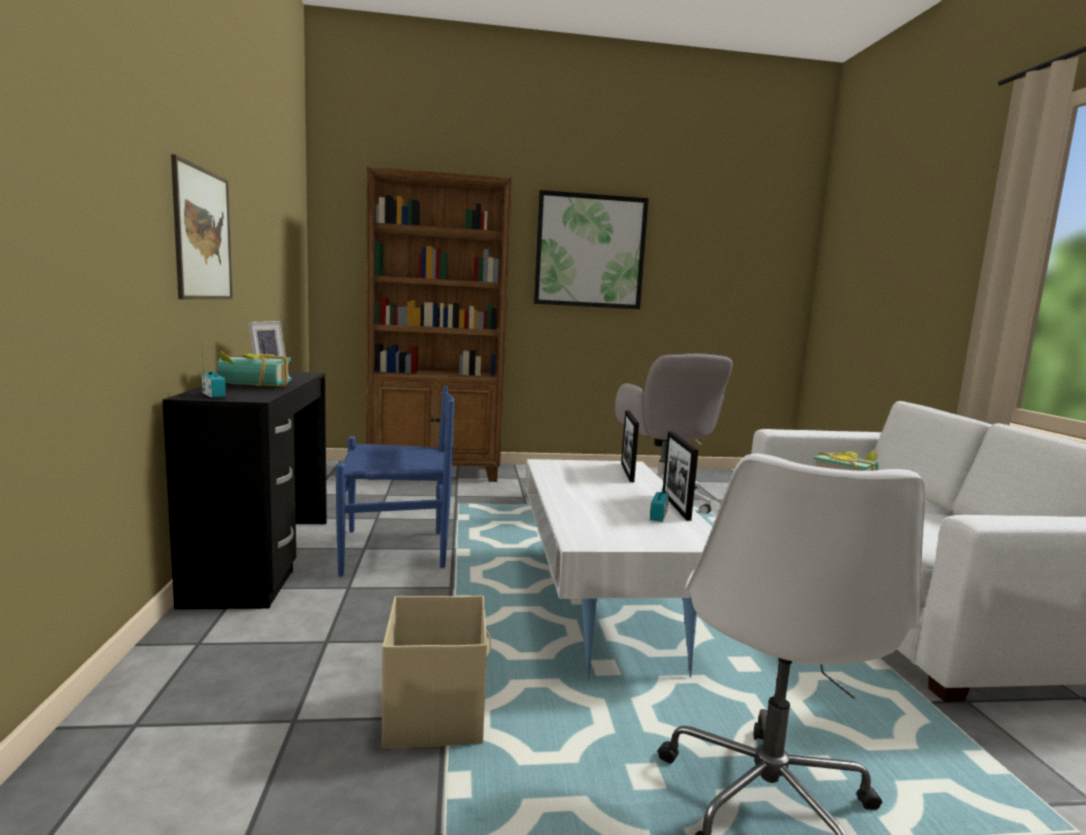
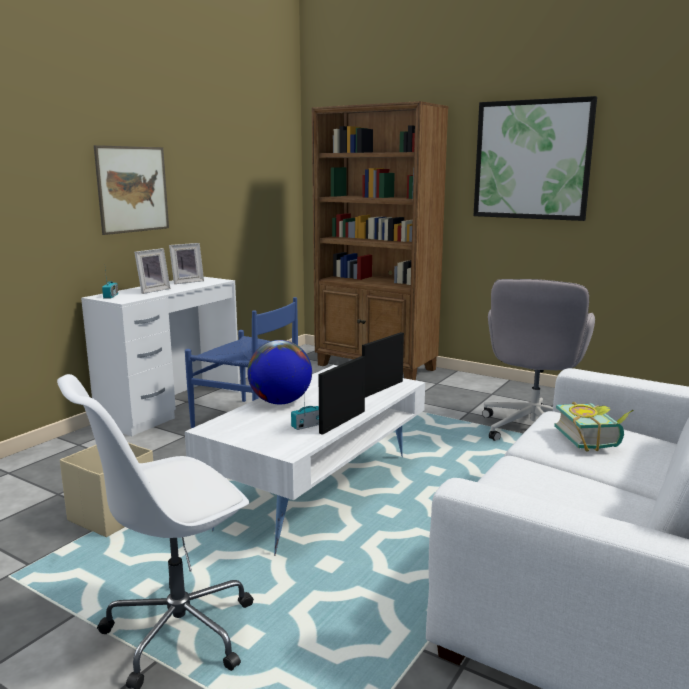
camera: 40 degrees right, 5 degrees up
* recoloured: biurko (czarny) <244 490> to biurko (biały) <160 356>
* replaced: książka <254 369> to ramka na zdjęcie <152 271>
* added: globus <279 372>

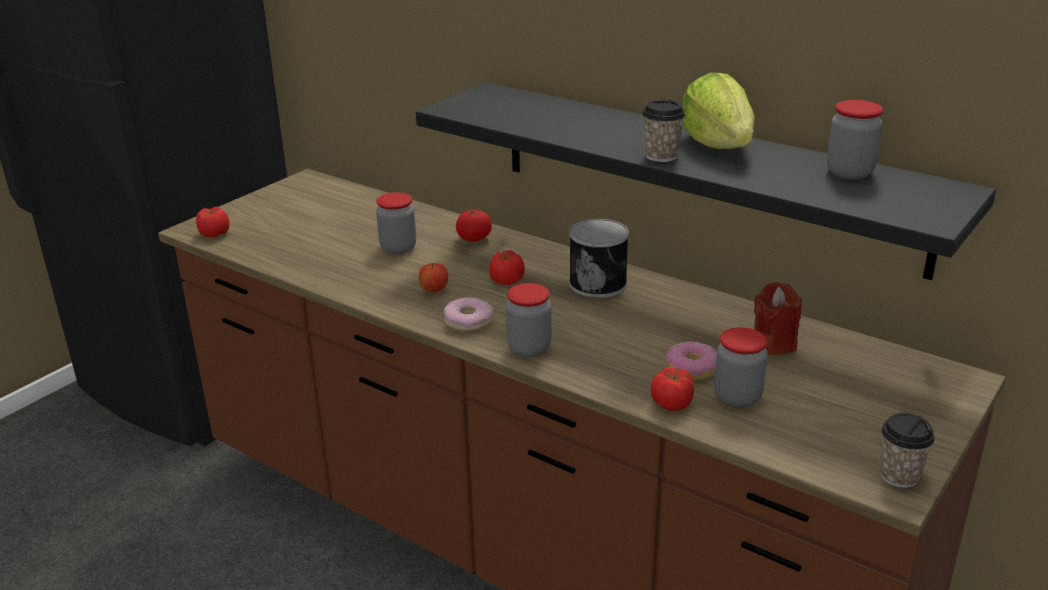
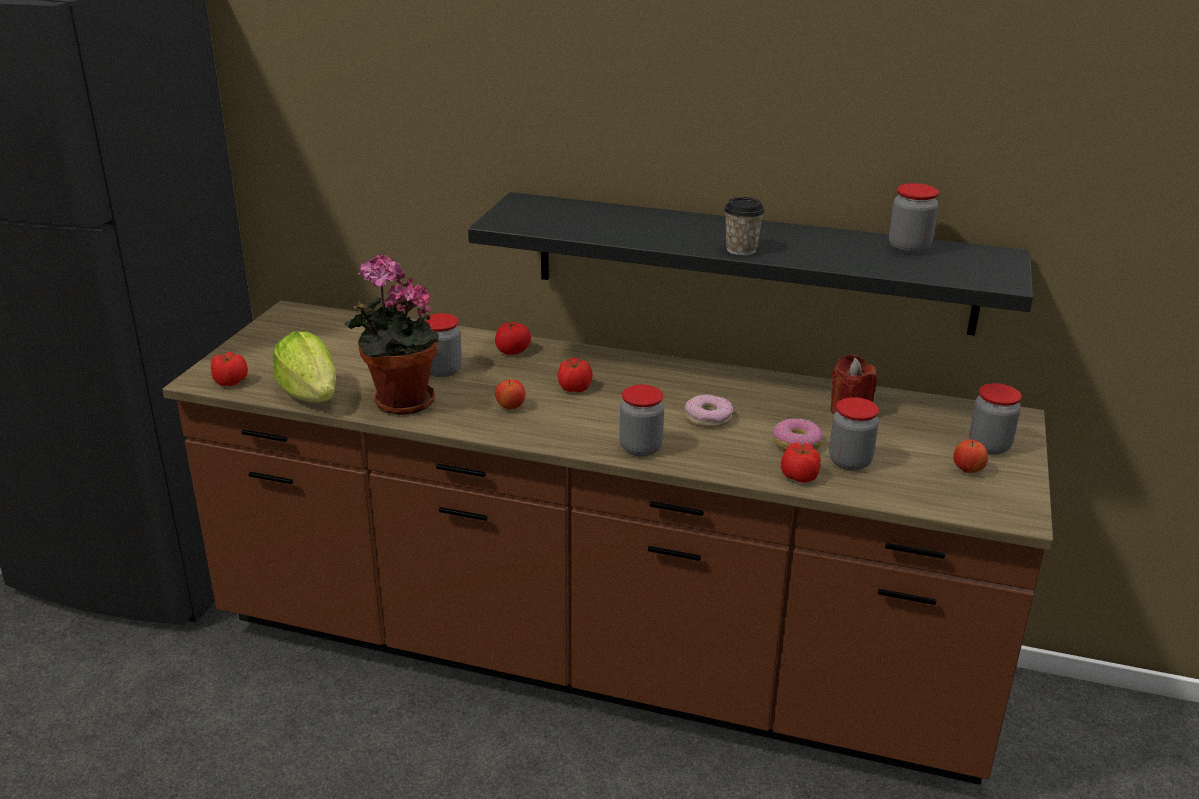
camera: 20 degrees left, 0 degrees up
* moved: donut <469 314> to <709 411>
* removed: puszka <599 258>
* moved: sałata <719 110> to <304 367>
* removed: filiżanka <907 450>
* added: roślina doniczkowa <391 334>
* added: jabłko <970 456>
* added: słoik <995 419>

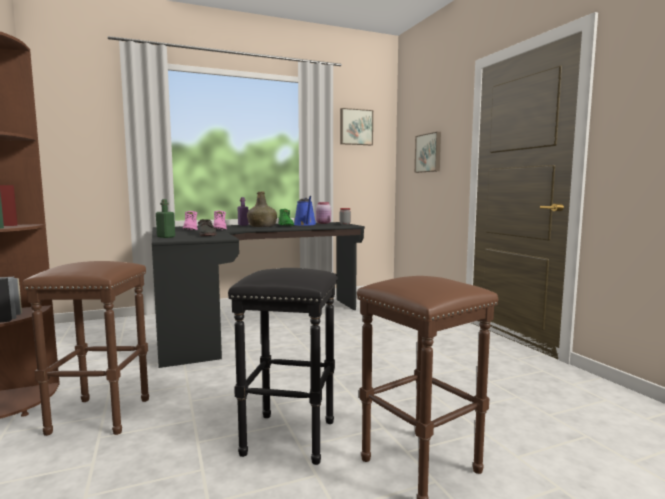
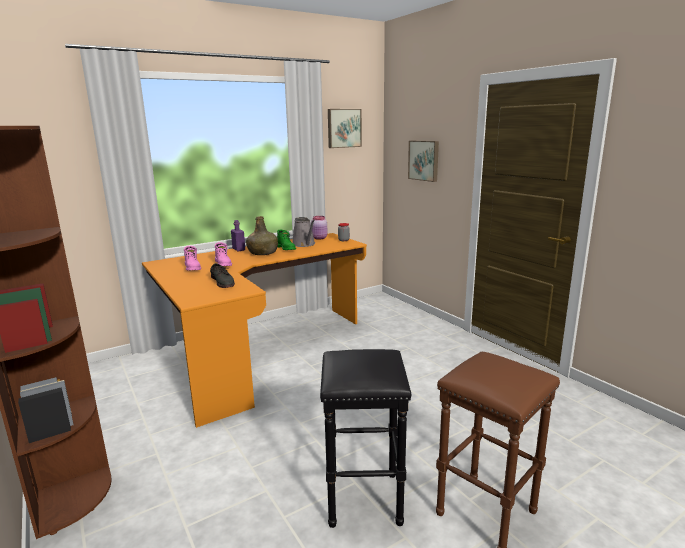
camera: 10 degrees left, 10 degrees up
* removed: stołek (brązowy) <85 348>
* recoloured: biurko (czarny) <258 295> to biurko (pomarańczowy) <254 330>
* removed: butelka (zielony) <165 218>
* recoloured: konewka (niebieski) <305 211> to konewka (szary) <303 232>

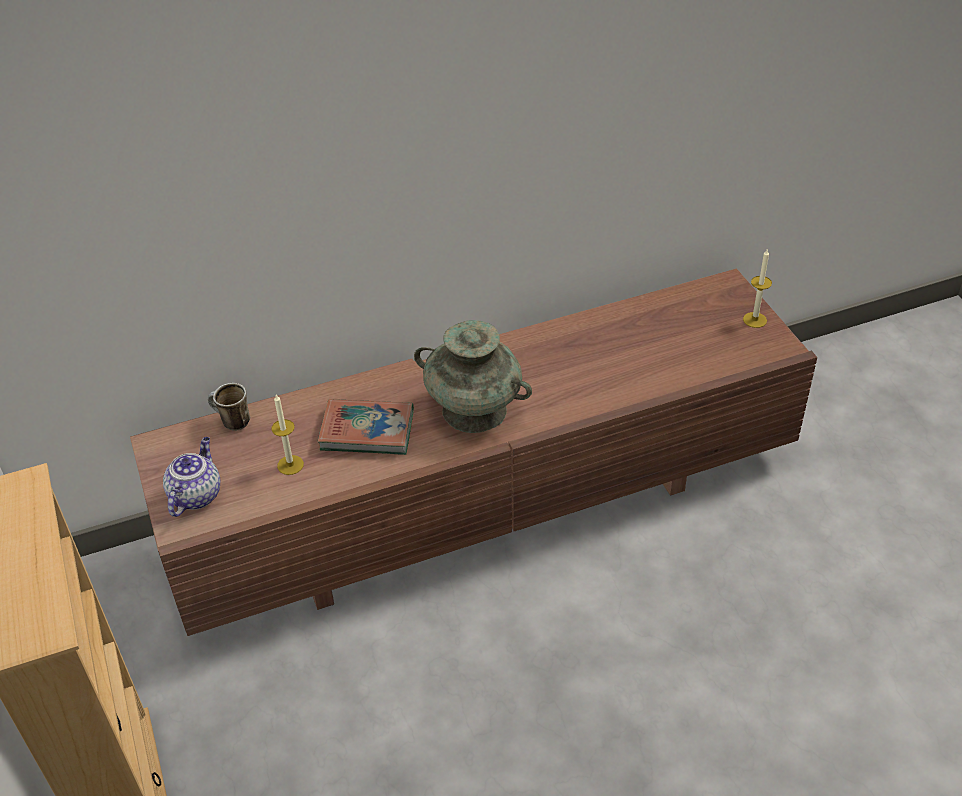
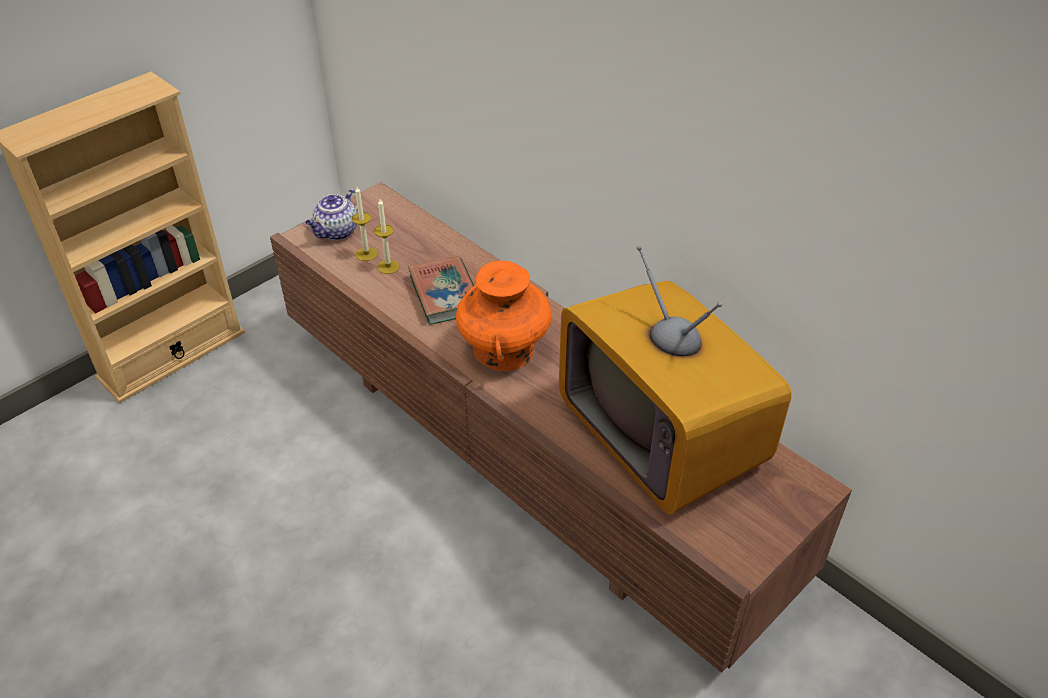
camera: 65 degrees right, 0 degrees up
* turned: imbryk <191 477> = <331 214> 135 degrees clockwise
* removed: kubek <229 407>
* recoloured: wazon (turkusowy) <473 376> to wazon (pomarańczowy) <503 316>
* moved: świeca <757 289> to <365 224>
* added: telewizor <675 379>

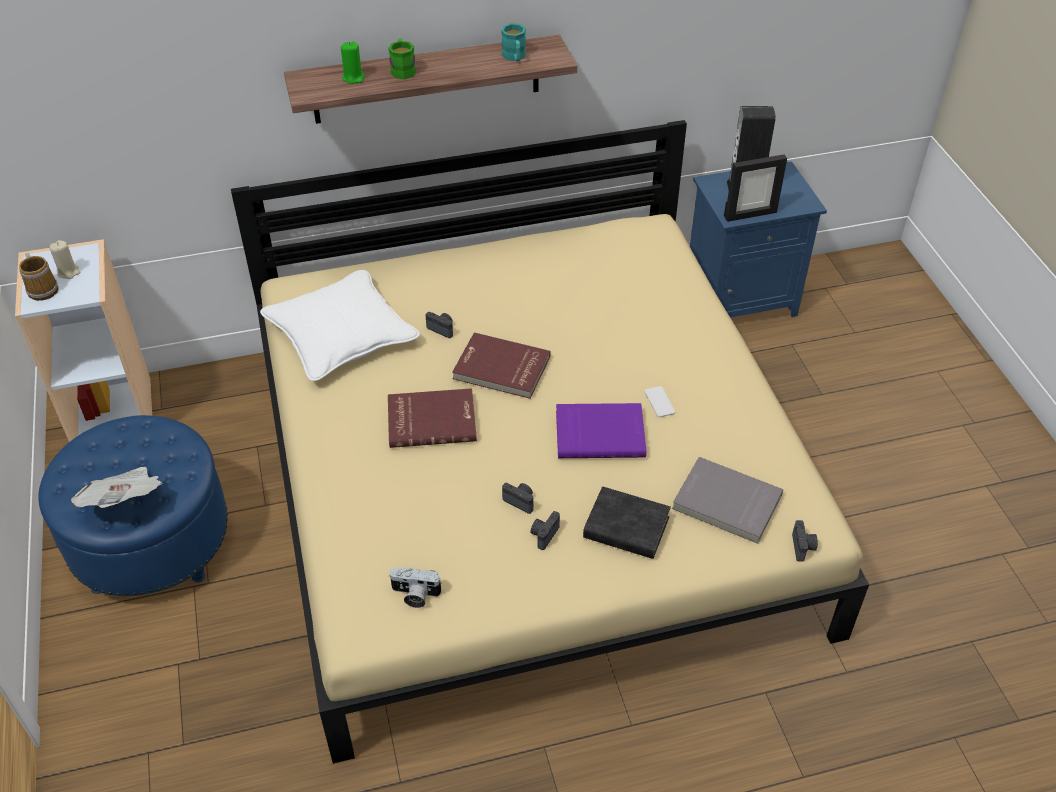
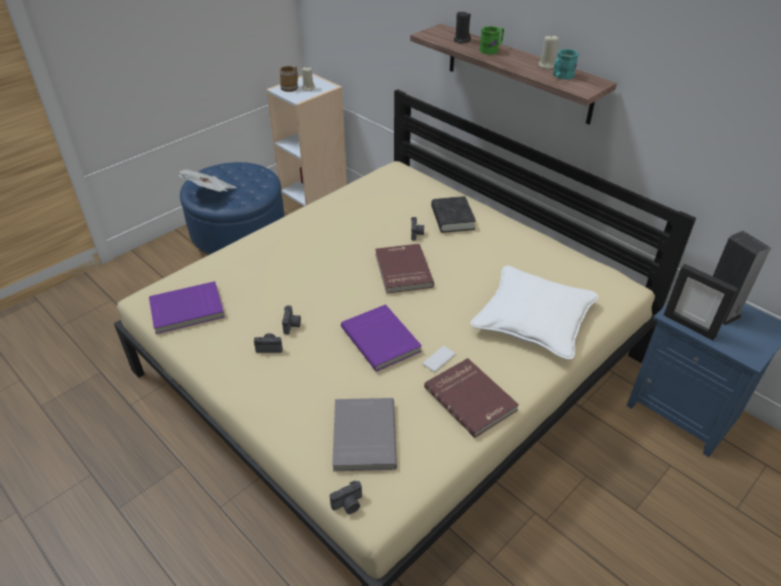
camera: 60 degrees right, 5 degrees down
* moved: poduszka (biały) <340 325> to <534 313>
* recoloured: świeca (zielony) <353 63> to świeca (czarny) <462 28>
* moved: książka (czerwony) <432 418> to <471 398>
* replaced: aparat fotograficzny <415 587> to książka (fioletowy) <187 307>
* moved: książka (czarny) <627 522> to <453 214>
* added: świeca (beżowy) <549 51>

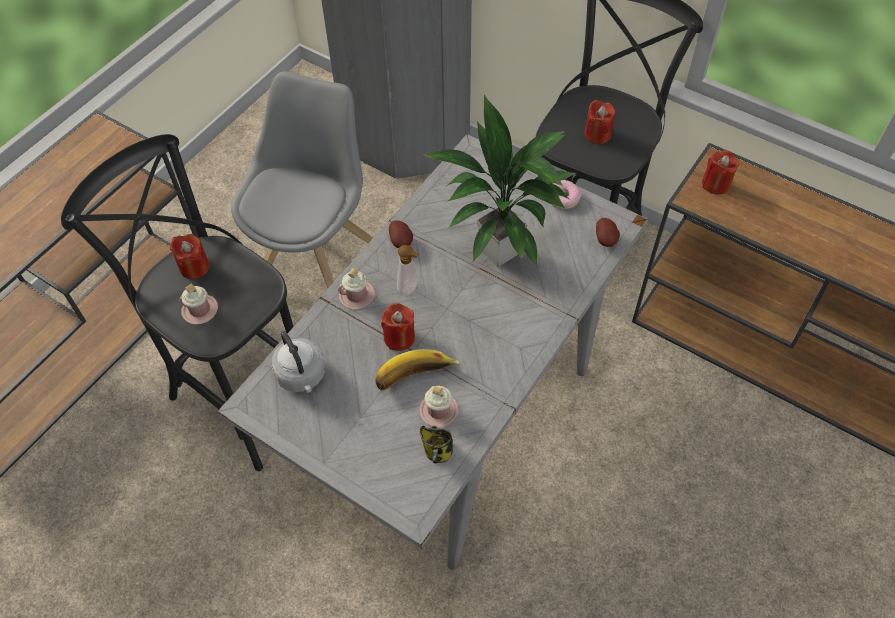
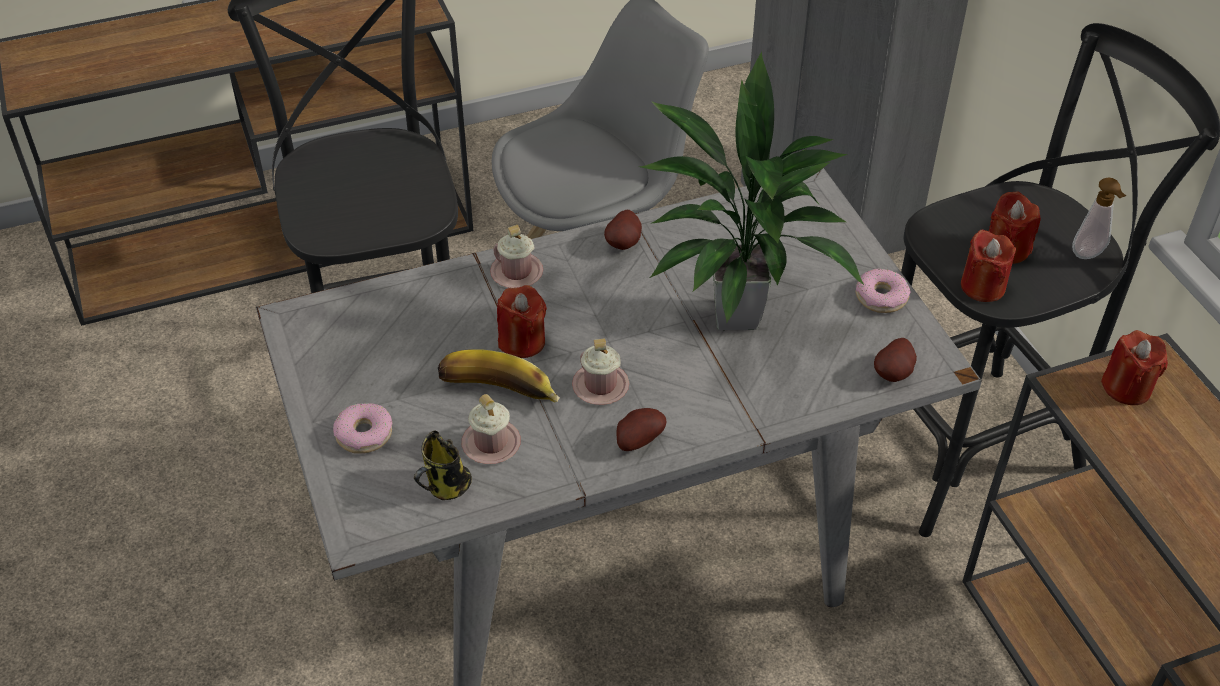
camera: 35 degrees right, 10 degrees down
* moved: świeca (czerwony) <189 256> to <988 265>
* moved: kubek (różowy) <198 304> to <600 371>
* removed: czajnik (szary) <298 362>
* moved: dozownik mydła <408 270> to <1099 218>
* added: donut <362 428>
* added: ziemniak <641 429>

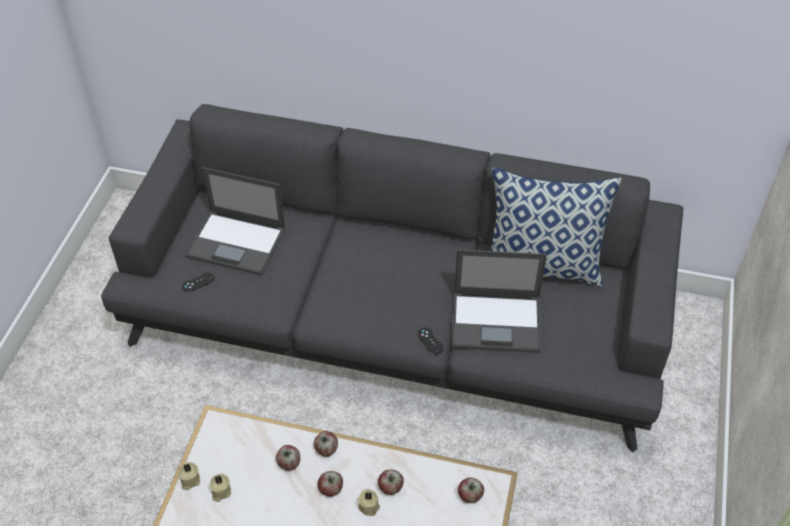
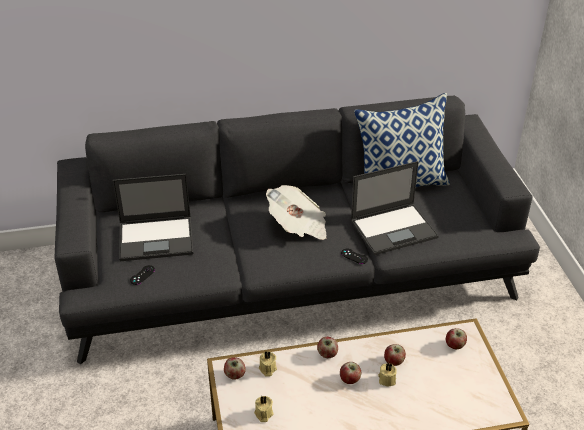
camera: 25 degrees left, 10 degrees down
* moved: świeca (beżowy) <189 476> to <268 364>
* moved: jabłko <288 458> to <235 368>
* added: gazeta <296 212>

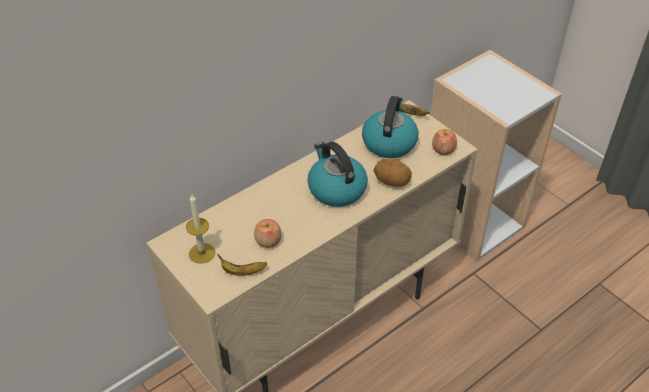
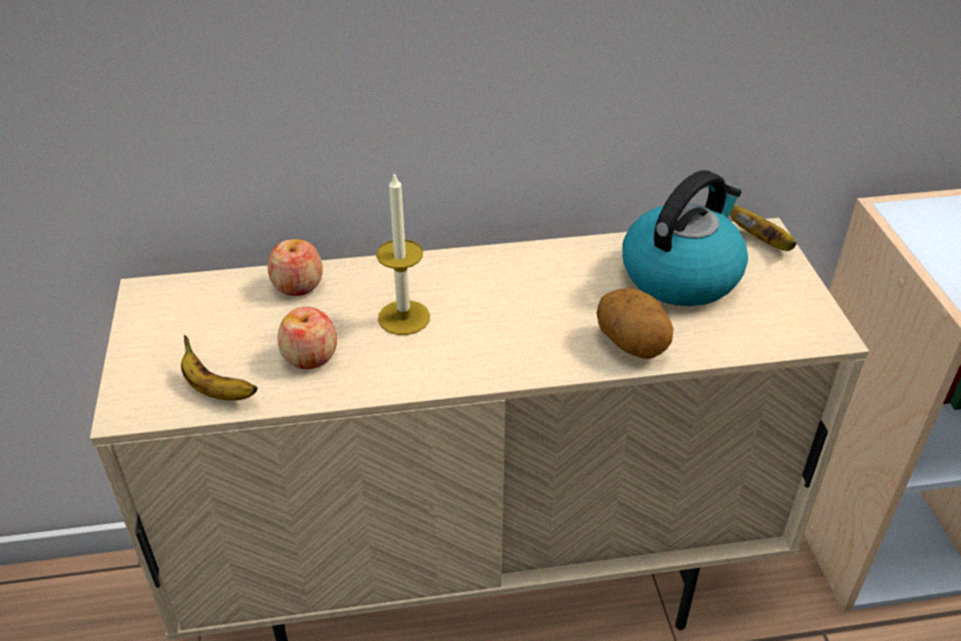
camera: 30 degrees right, 5 degrees down
* moved: świeca <200 229> to <403 253>
* removed: czajnik <337 174>
* moved: jabłko <444 142> to <295 267>

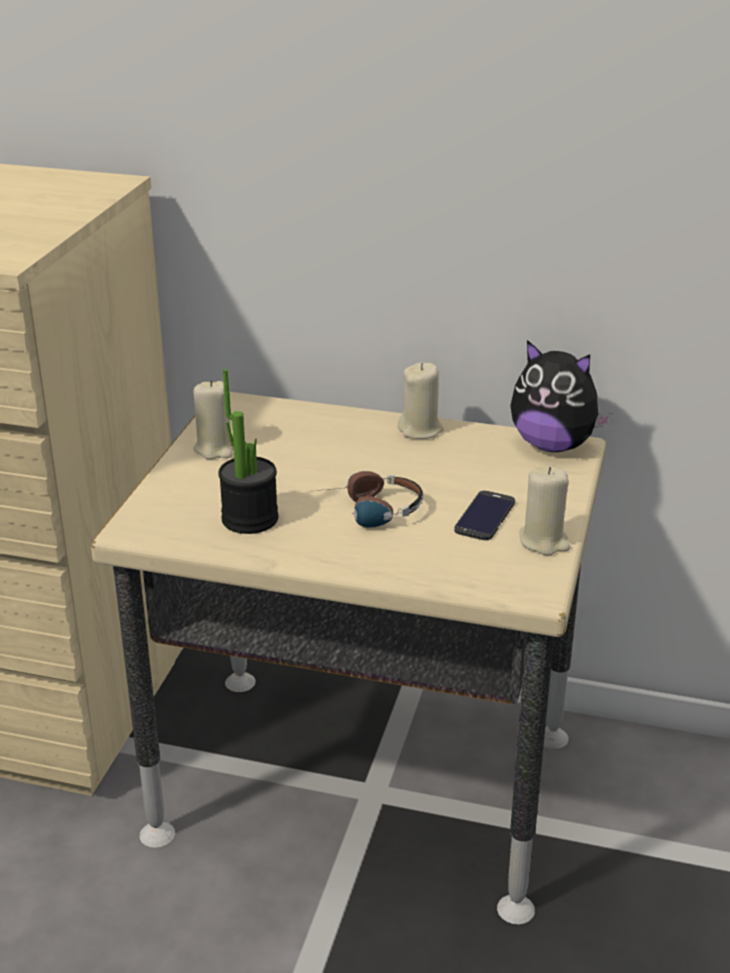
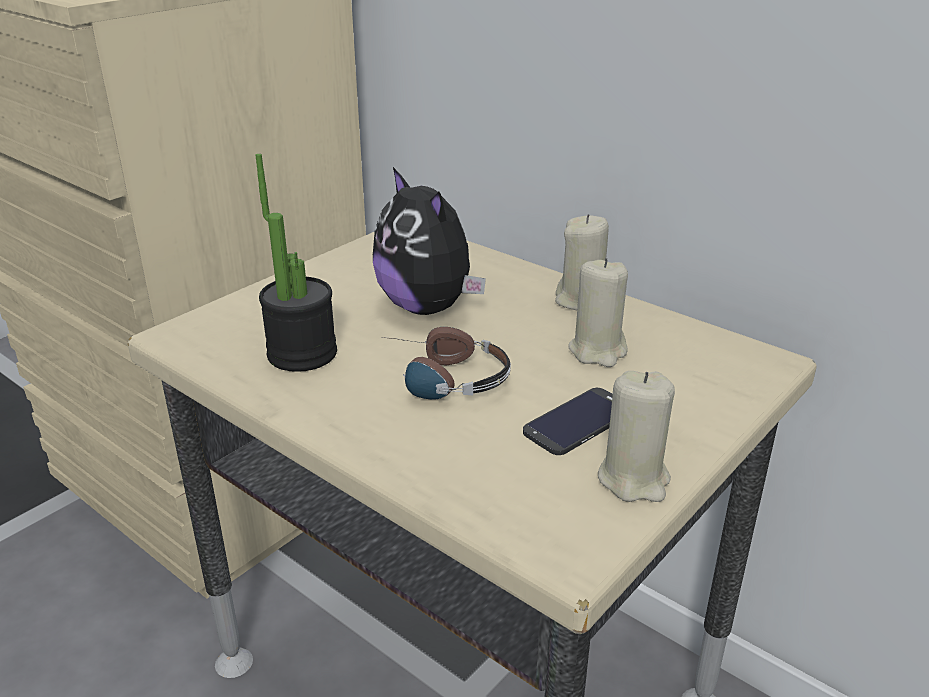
camera: 25 degrees right, 0 degrees up
* moved: świeca (beżowy) <213 419> to <598 312>
* moved: pluszak <561 396> to <429 241>

